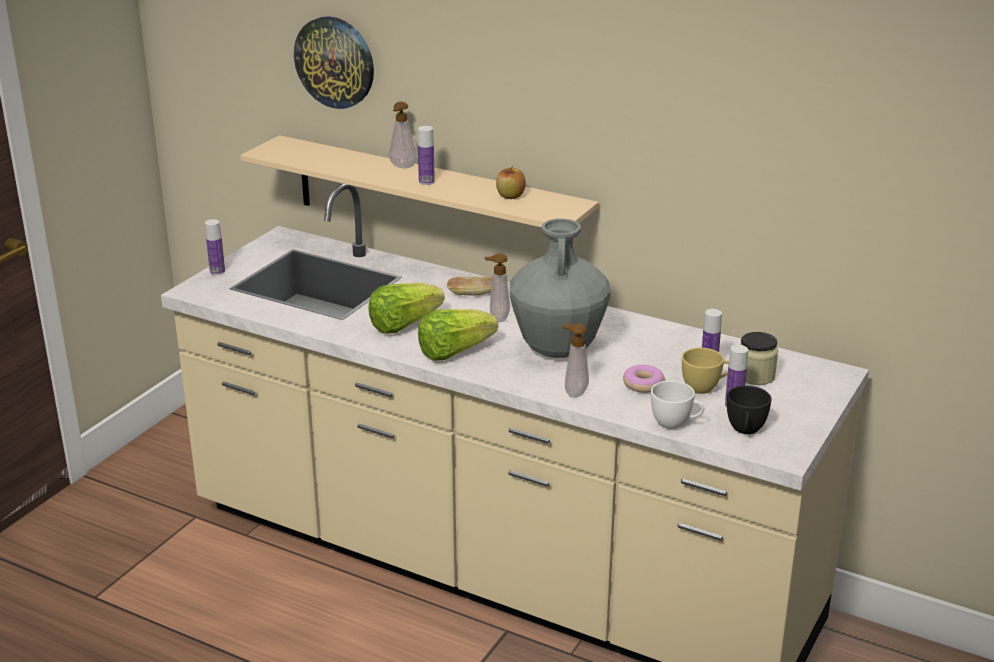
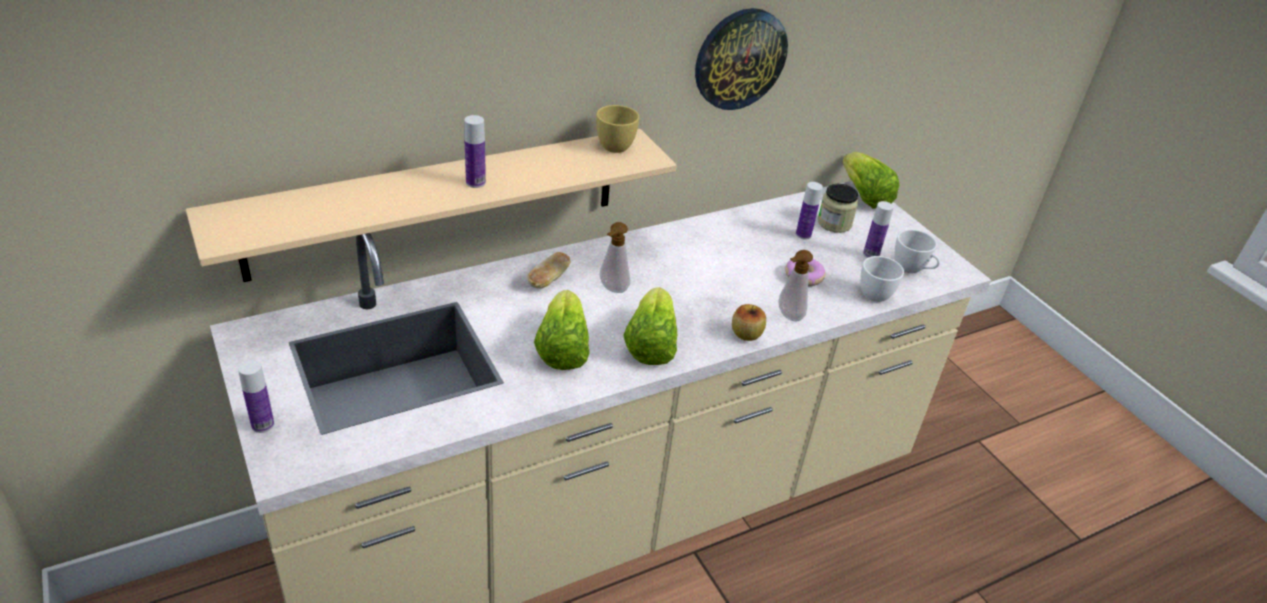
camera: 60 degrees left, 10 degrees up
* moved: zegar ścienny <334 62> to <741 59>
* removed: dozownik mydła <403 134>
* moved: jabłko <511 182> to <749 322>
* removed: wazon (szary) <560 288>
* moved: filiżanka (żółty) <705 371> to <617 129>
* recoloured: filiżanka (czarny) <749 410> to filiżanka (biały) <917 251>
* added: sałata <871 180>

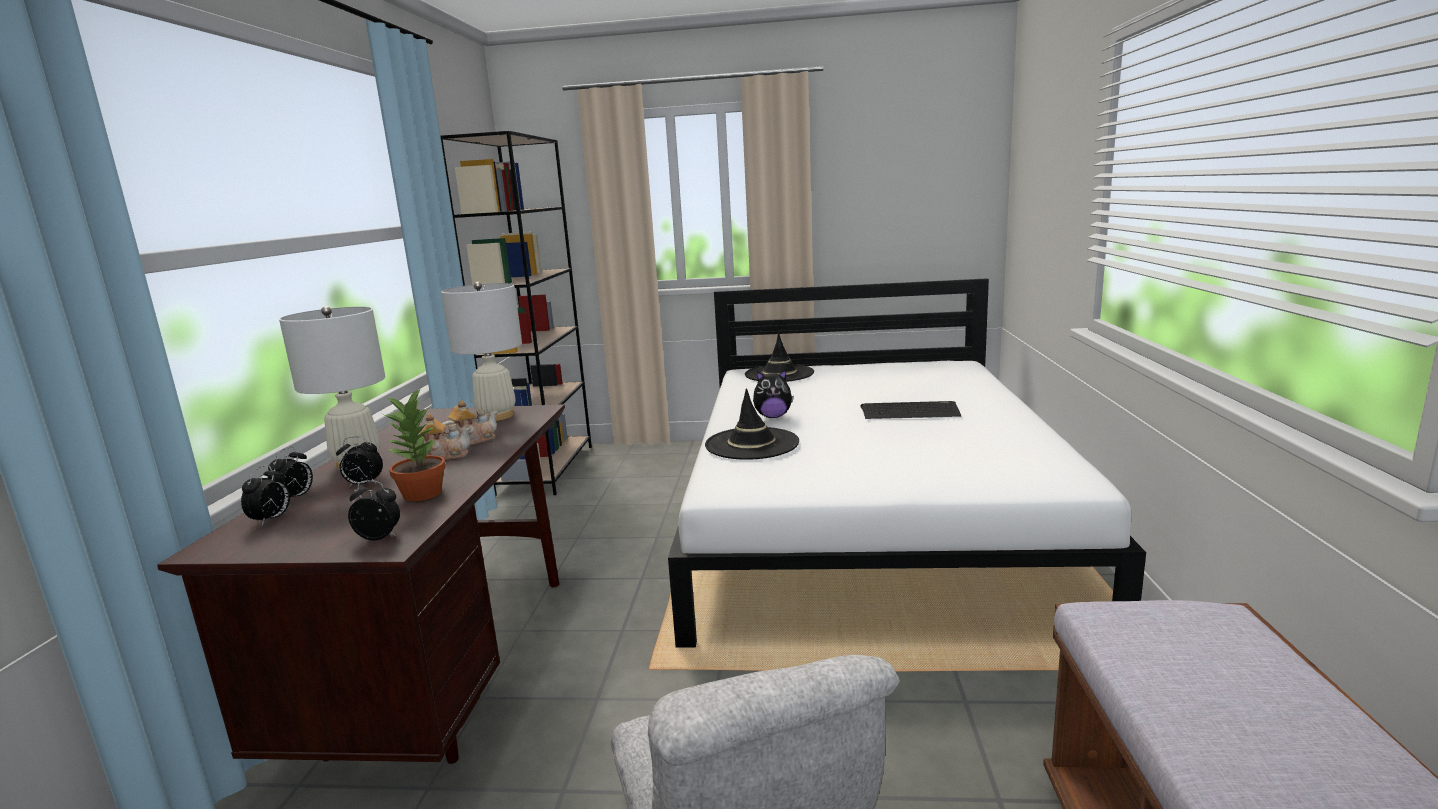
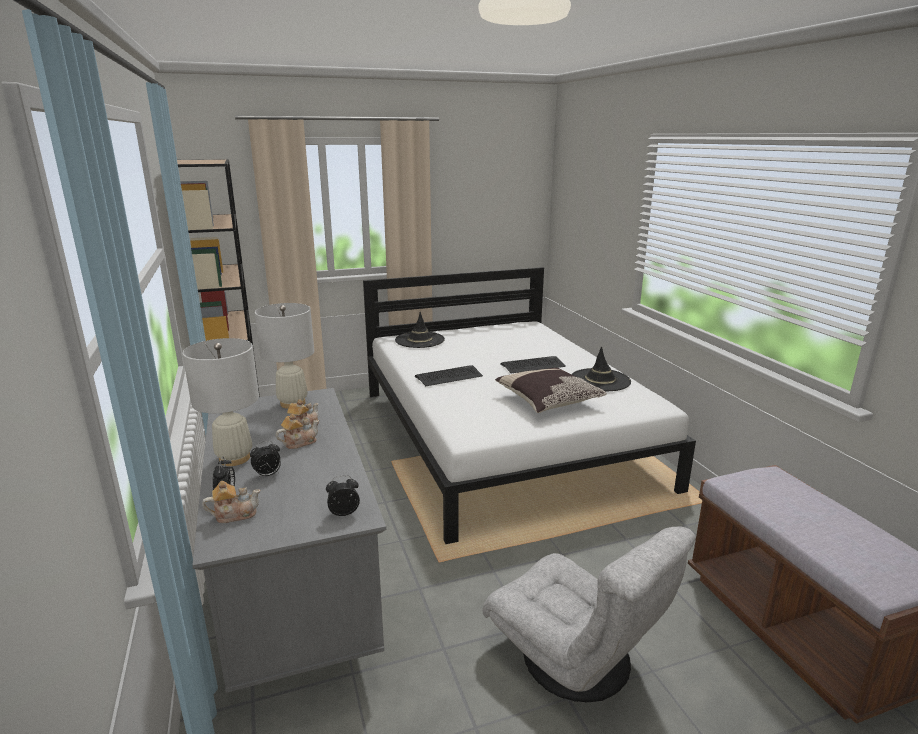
camera: 25 degrees left, 5 degrees up
* recoloured: biurko (brązowy) <361 584> to biurko (szary) <289 540>
* replaced: budzik <265 495> to imbryk <231 502>
* removed: roślina doniczkowa <414 444>
* moved: kapelusz (czarny) <752 424> to <601 368>
* replaced: pluszak <773 394> to klawiatura <449 375>
* added: poduszka <551 390>

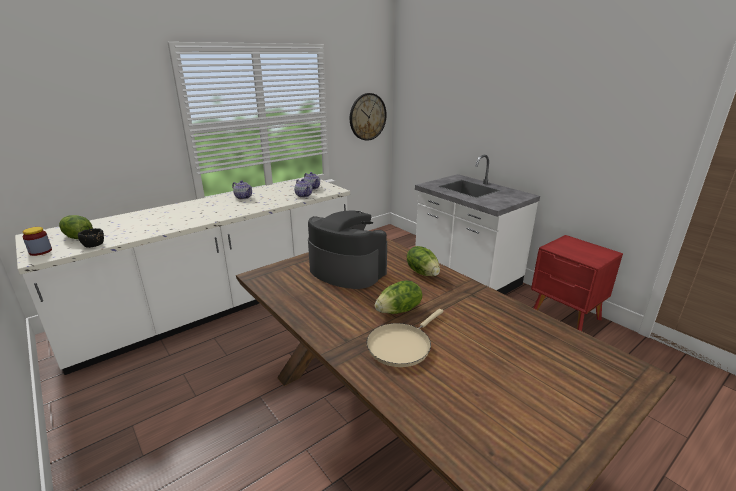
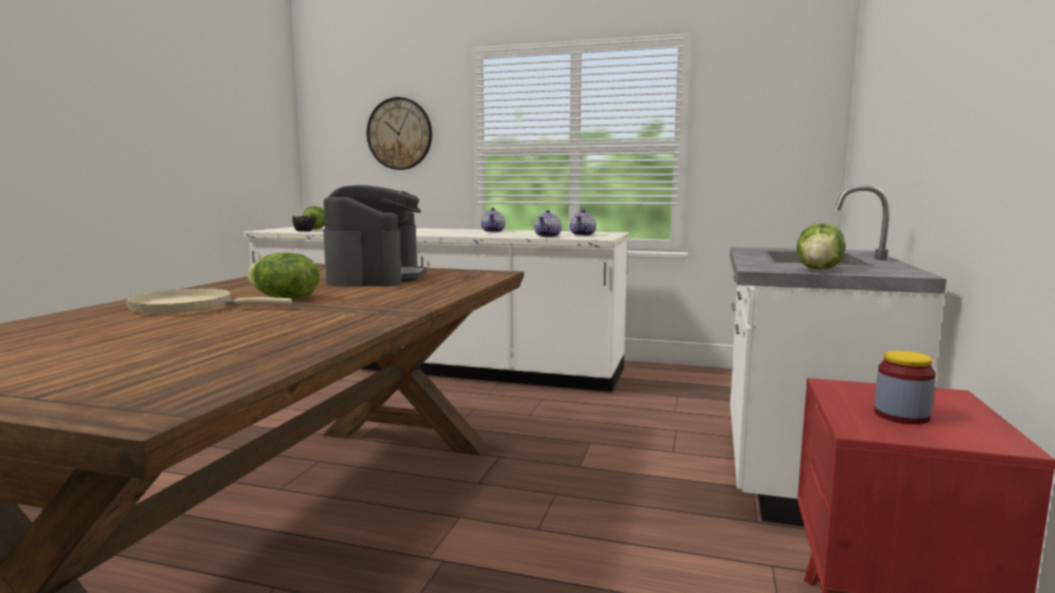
camera: 55 degrees right, 15 degrees down
* moved: słoik <37 241> to <905 387>
* moved: zegar ścienny <368 117> to <399 133>
* moved: sałata <423 261> to <821 246>

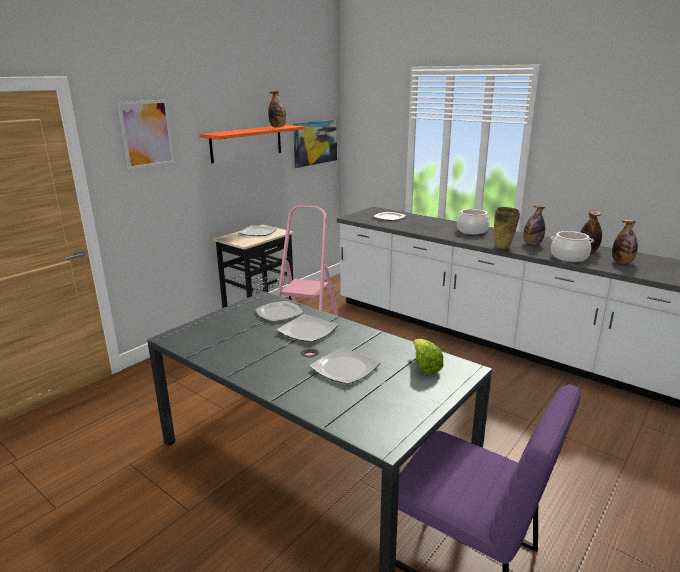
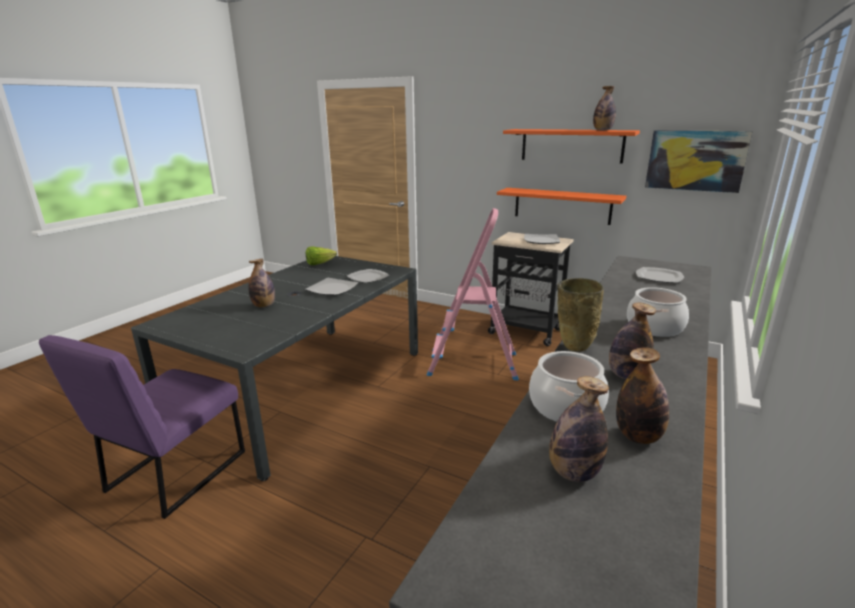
camera: 80 degrees right, 0 degrees up
* removed: obraz <145 135>
* replaced: talerz <344 365> to butelka <261 283>
* moved: sałata <428 356> to <321 255>
* added: półka (pomarańczowy) <561 206>

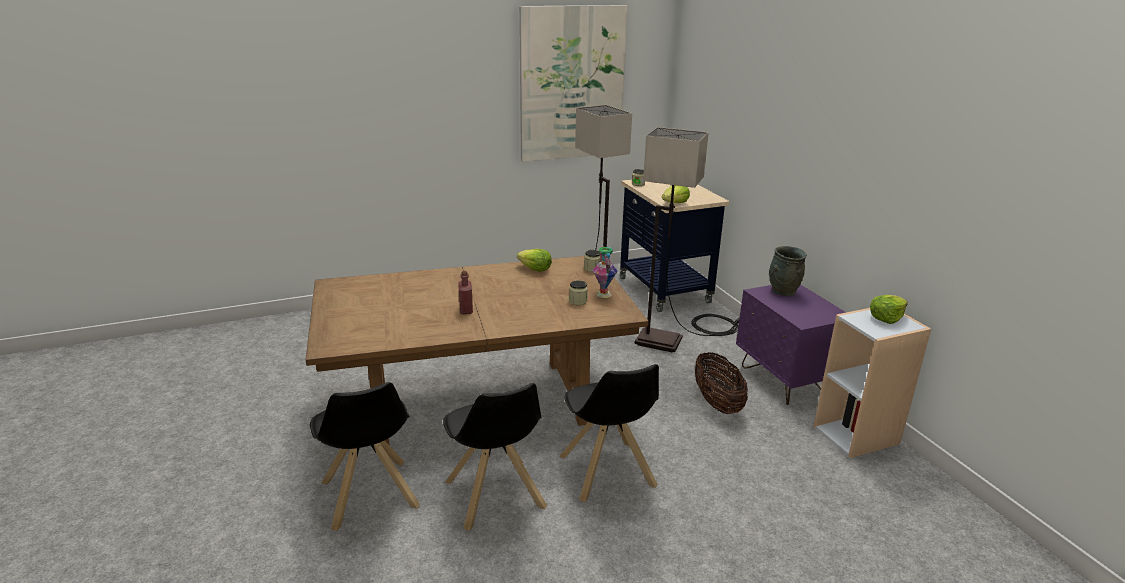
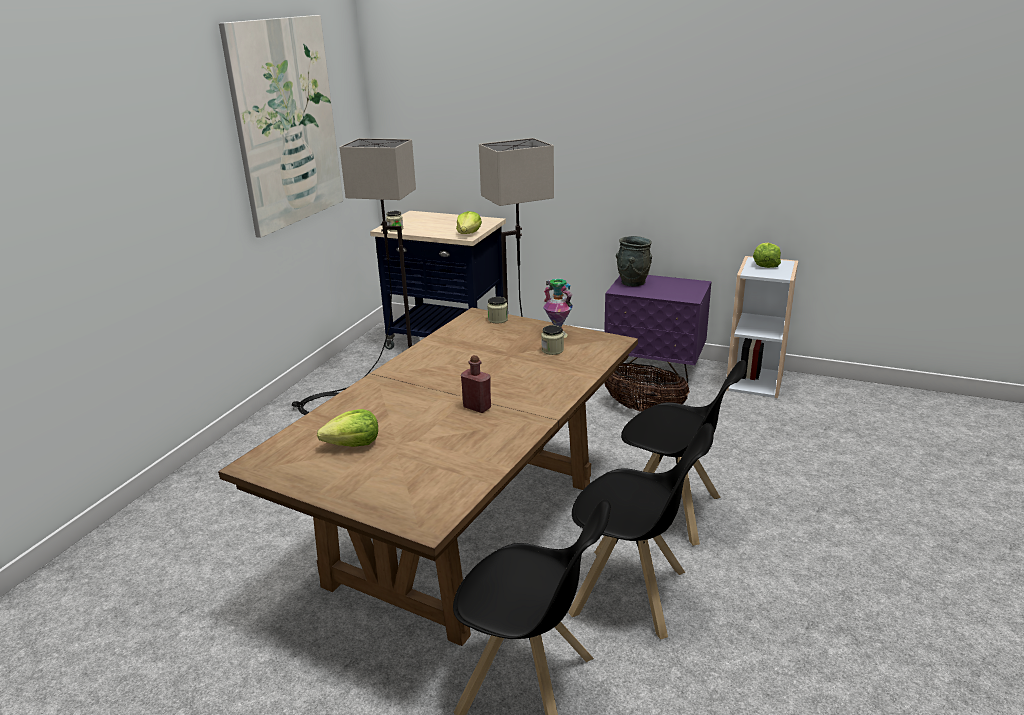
camera: 45 degrees left, 0 degrees up
* moved: sałata <534 260> to <347 428>

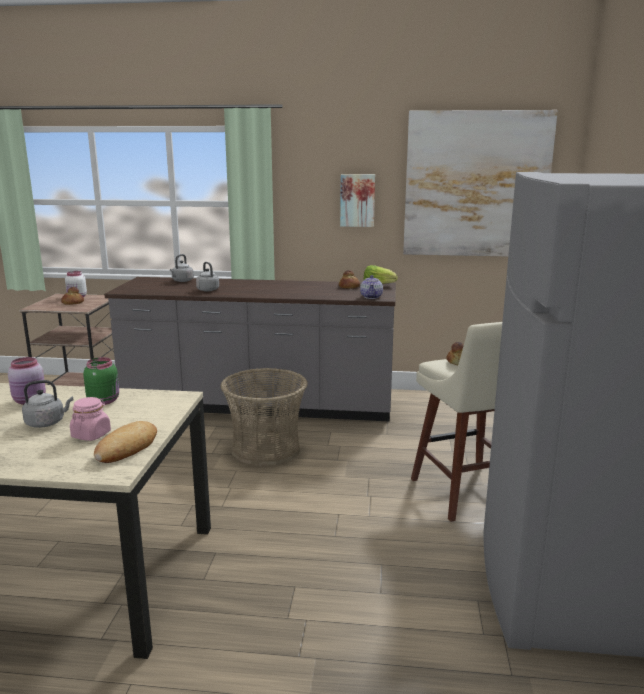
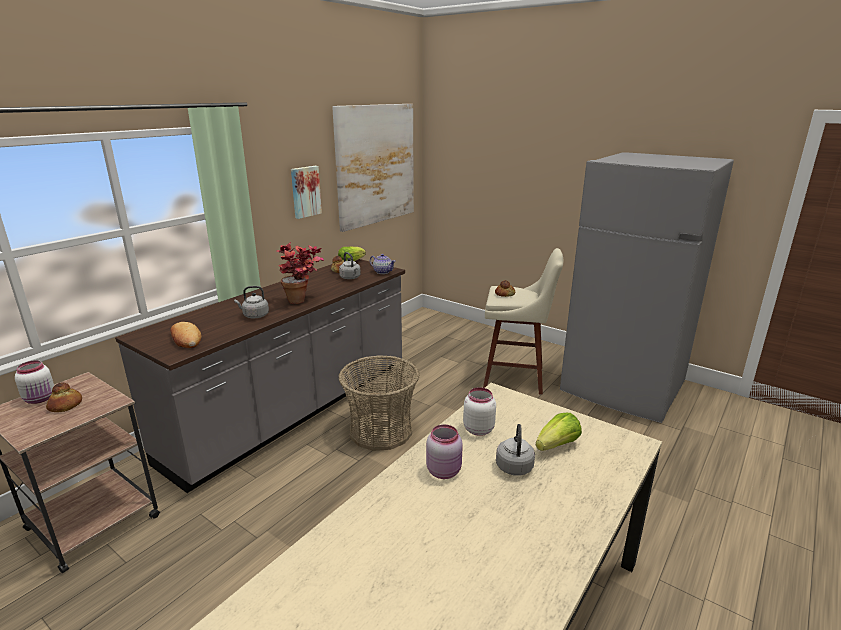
camera: 60 degrees left, 5 degrees up
* replaced: słoik (różowy) <90 419> to sałata <559 432>
* recoloured: słoik (zielony) <101 381> to słoik (biały) <479 411>
* moved: chleb <125 442> to <185 335>
* moved: czajnik (szary) <182 268> to <350 265>
* added: roślina doniczkowa <300 273>

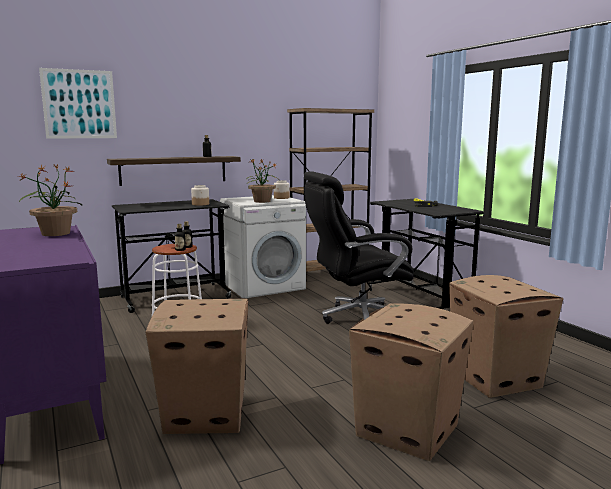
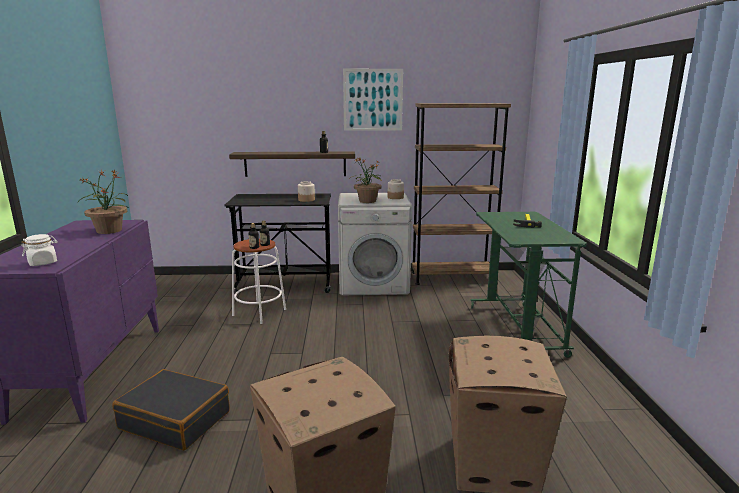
camera: 25 degrees right, 5 degrees up
* moved: obraz <78 103> to <373 100>
* replaced: karton <197 366> to walizka (czarny) <171 409>
* removed: krzesło biurowe (czarny) <359 247>
* recoloured: biurko (czarny) <426 254> to biurko (zielony) <528 285>
* added: słoik (biały) <39 250>

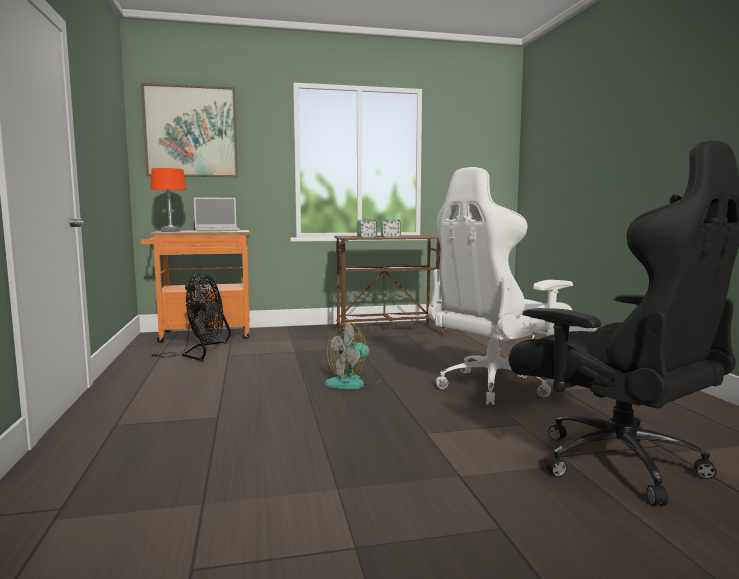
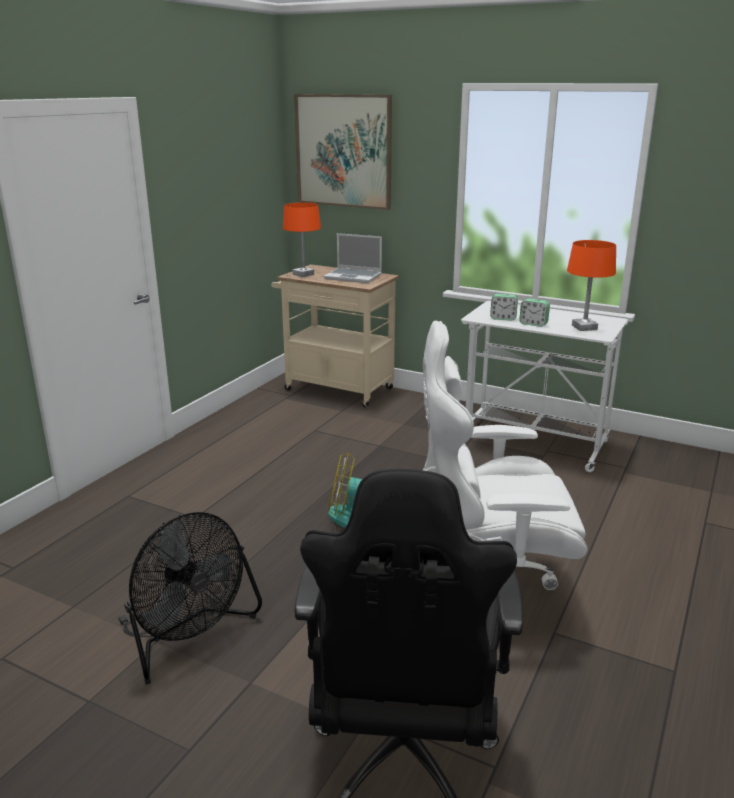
camera: 40 degrees right, 15 degrees up
* recoloured: wózek (pomarańczowy) <195 286> to wózek (beżowy) <335 336>
* moved: wentylator (czarny) <191 317> to <190 598>
* recoloured: biurko (brązowy) <390 285> to biurko (biały) <544 386>
* added: lampa stołowa (pomarańczowy) <591 285>

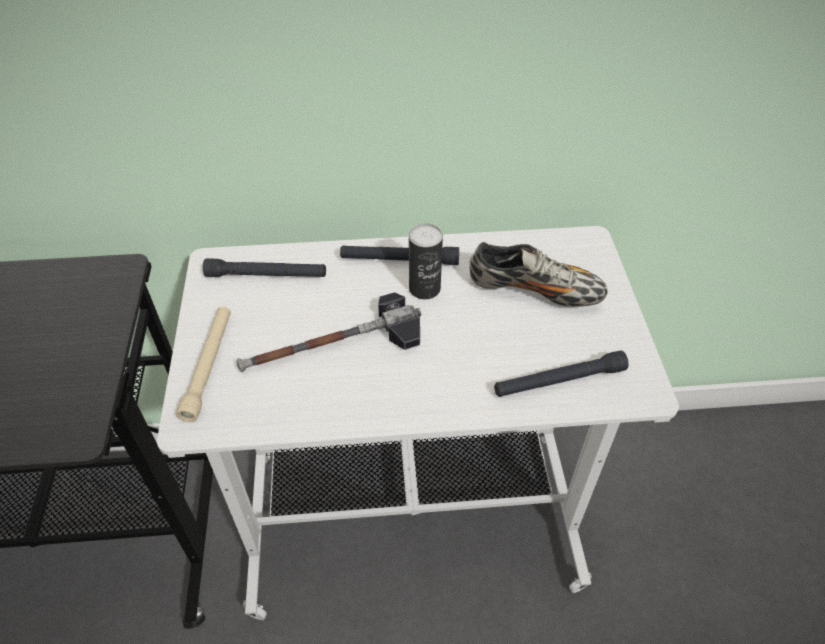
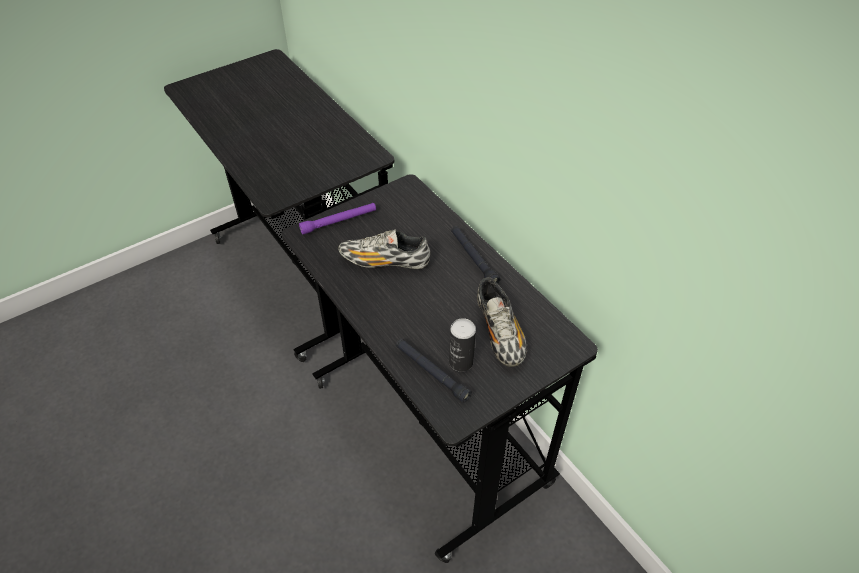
camera: 60 degrees right, 0 degrees up
* recoloured: biurko (biały) <418 423> to biurko (czarny) <439 368>
* recoloured: latarka (beżowy) <203 364> to latarka (fioletowy) <337 218>
* removed: latarka (czarny) <264 267>
* replaced: młotek <329 332> to but <384 249>
* moved: puszka <426 261> to <462 345>

